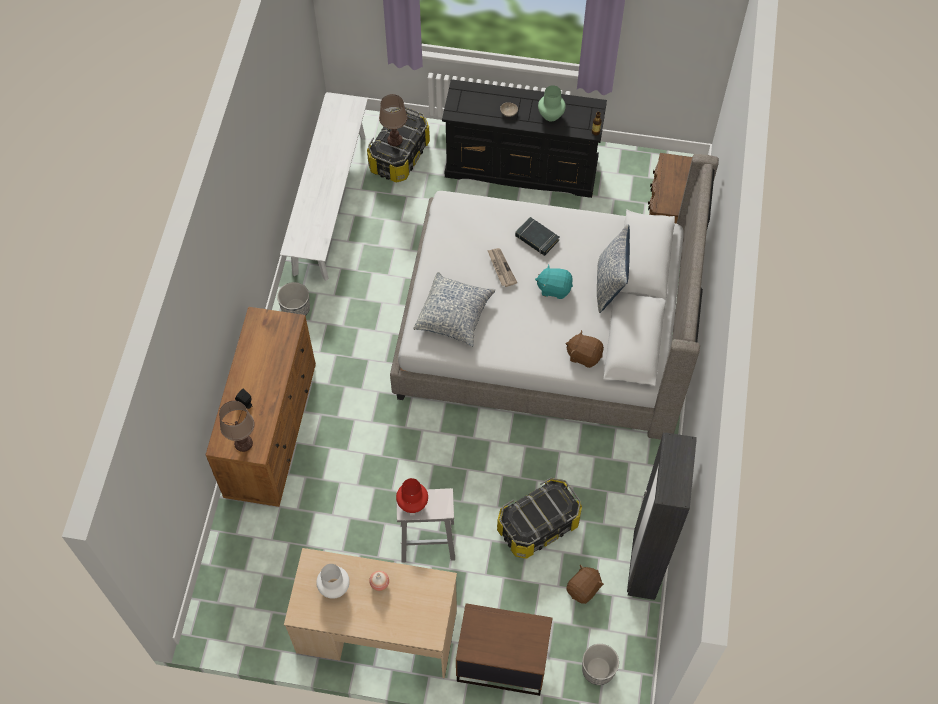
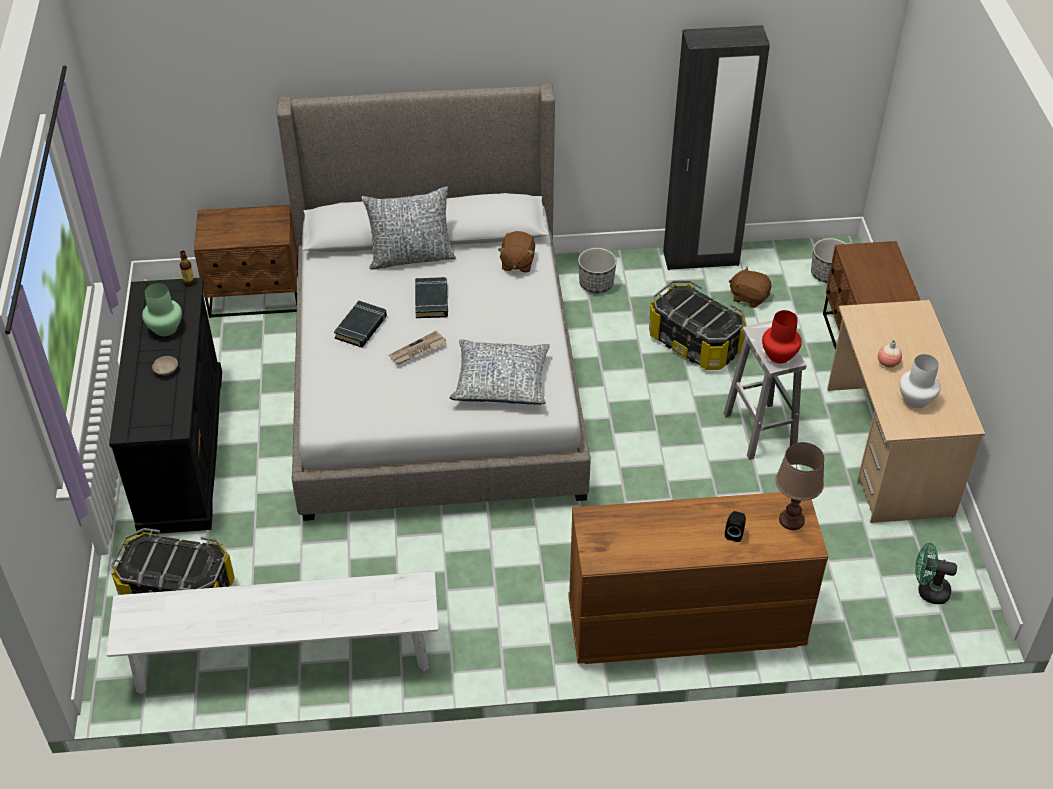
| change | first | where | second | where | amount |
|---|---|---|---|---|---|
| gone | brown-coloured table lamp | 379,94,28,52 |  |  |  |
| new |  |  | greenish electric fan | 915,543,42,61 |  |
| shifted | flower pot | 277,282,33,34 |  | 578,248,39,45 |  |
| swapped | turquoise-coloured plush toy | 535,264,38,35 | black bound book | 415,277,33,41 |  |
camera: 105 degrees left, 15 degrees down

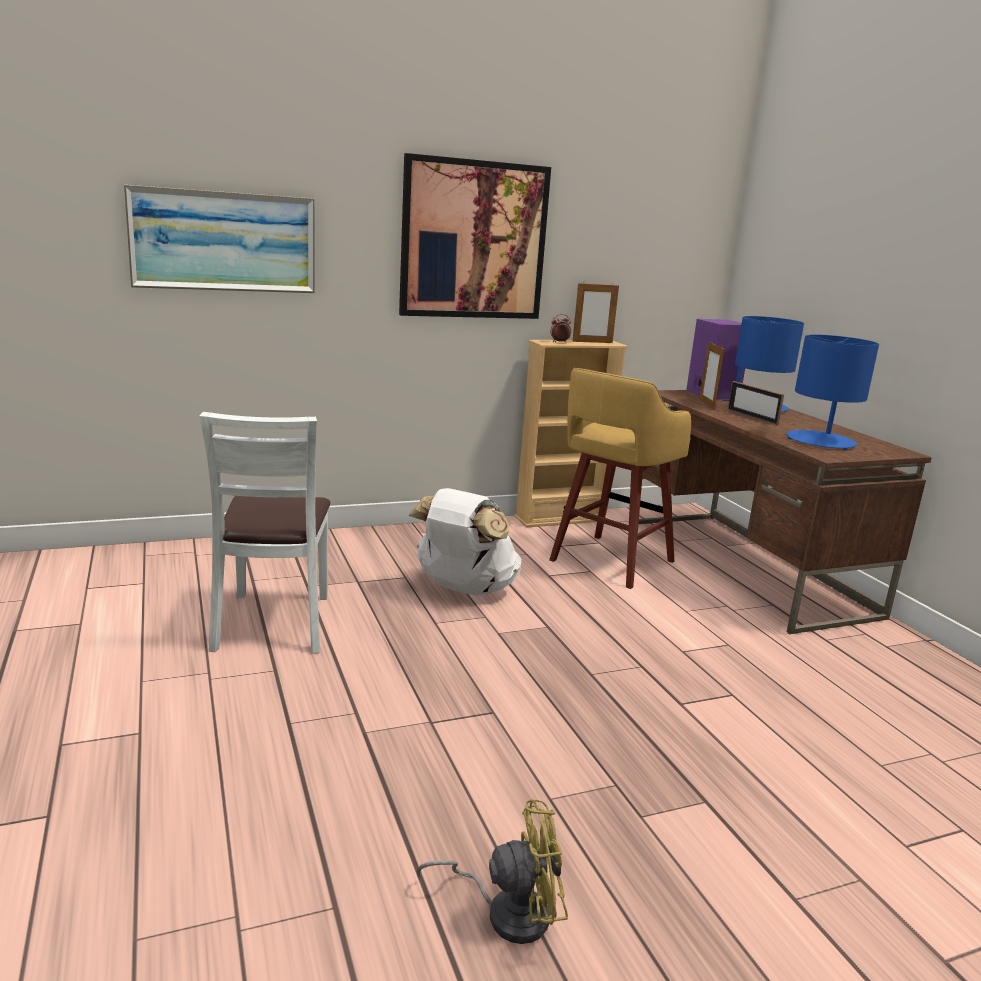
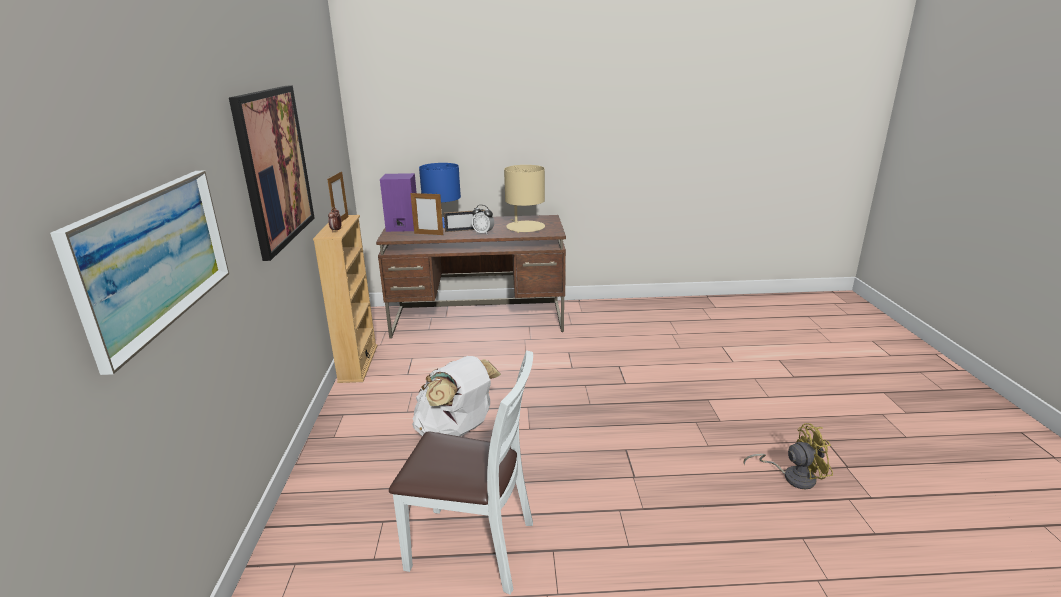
| change | first | where | second | where | amount |
|---|---|---|---|---|---|
| gone | yellow stool seat | 549,368,142,221 |  |  |  |
| new |  |  | bedside clock | 472,205,22,29 |  |
| repainted | blue-coloured table lamp | 786,334,93,116 | beige table lamp | 504,165,41,68 |  |
| rotated | yellow electric fan | 416,799,152,145 |  | 744,423,89,66 | 75 degrees clockwise |
camera: 70 degrees left, 5 degrees up

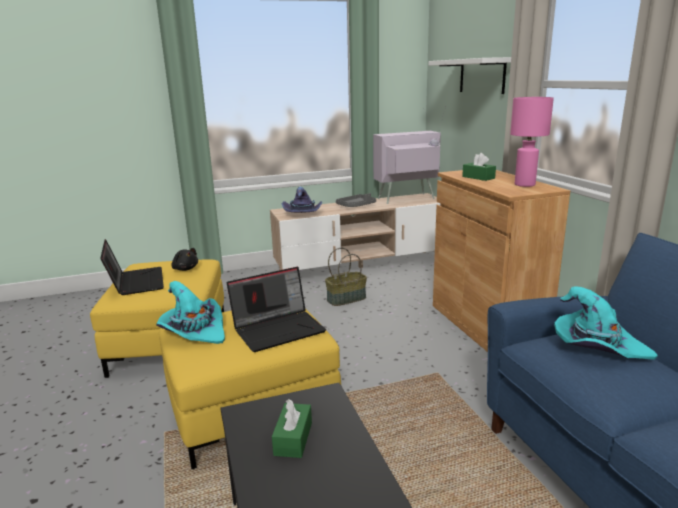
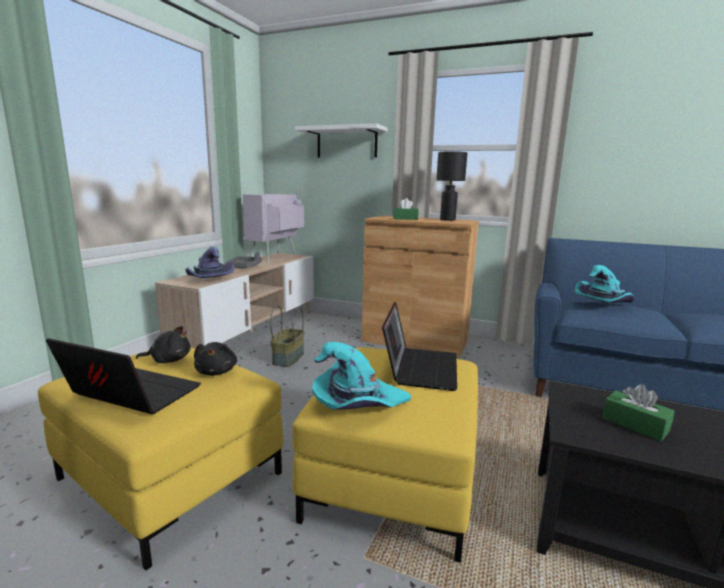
| change | first | where | second | where | amount |
|---|---|---|---|---|---|
| new |  |  | black plush toy | 194,342,43,34 |  |
| repainted | pinkish table lamp | 510,97,44,90 | black table lamp | 436,151,31,70 |  |
camera: 50 degrees left, 5 degrees down

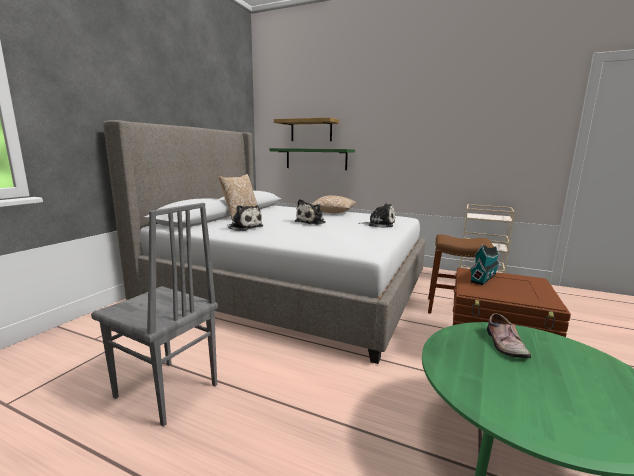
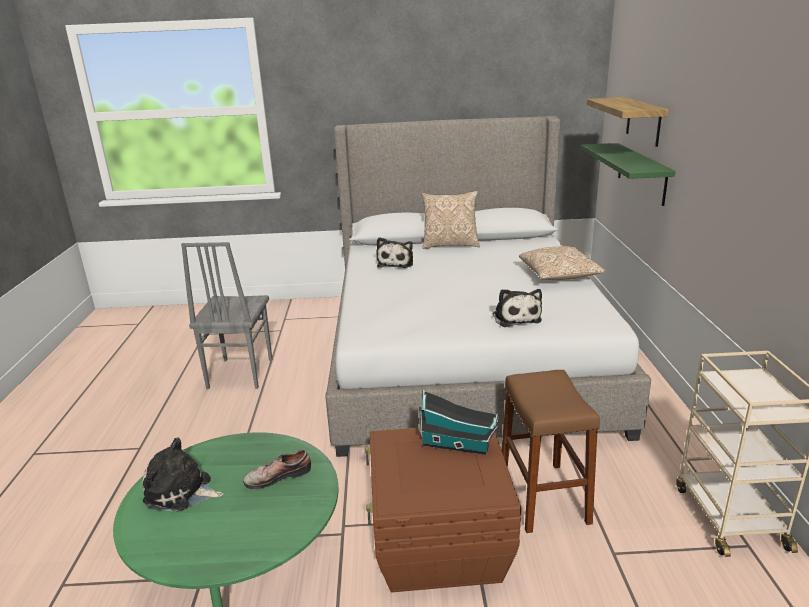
| change | first | where | second | where | amount |
|---|---|---|---|---|---|
| shifted | plush toy | 294,199,32,26 |  | 142,438,82,74 |  |
camera: 65 degrees right, 10 degrees up

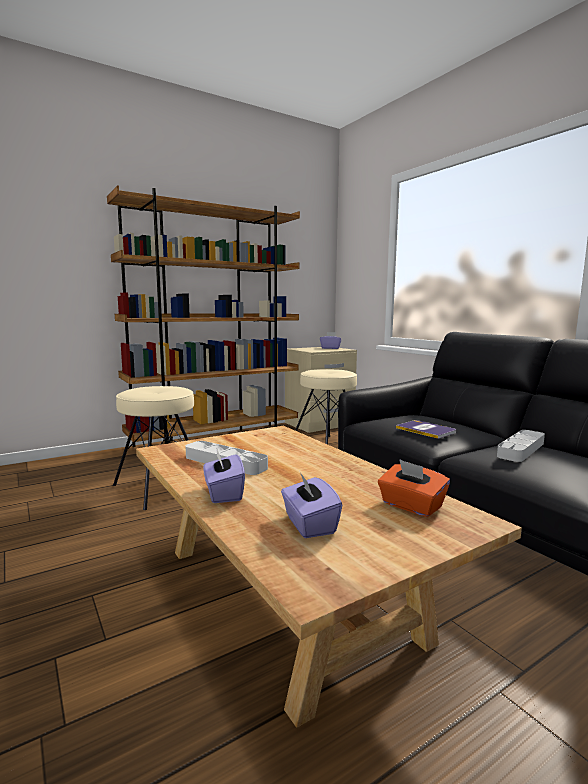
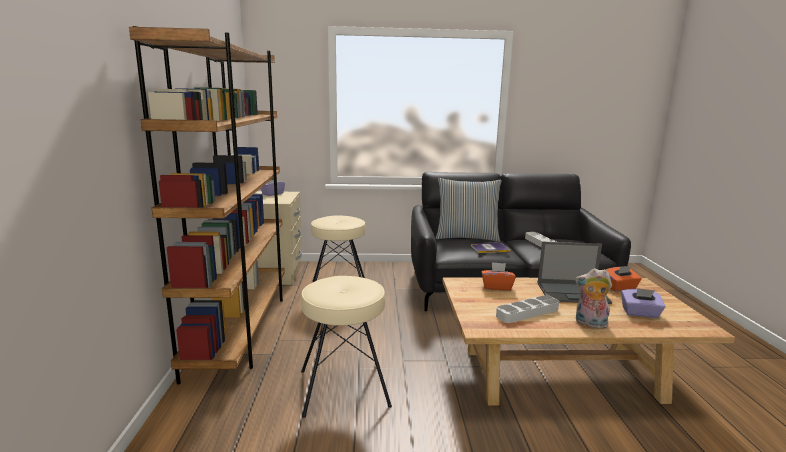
| change | first | where | second | where | amount |
|---|---|---|---|---|---|
| new |  |  | cushion | 436,178,66,64 |  |
| new |  |  | orangey tissue box | 482,262,34,29 |  |
| new |  |  | portable computer | 537,242,75,62 |  |
| swapped | purplish tissue box | 203,449,42,54 | plush toy | 575,268,37,61 |  |
camera: 60 degrees left, 5 degrees up

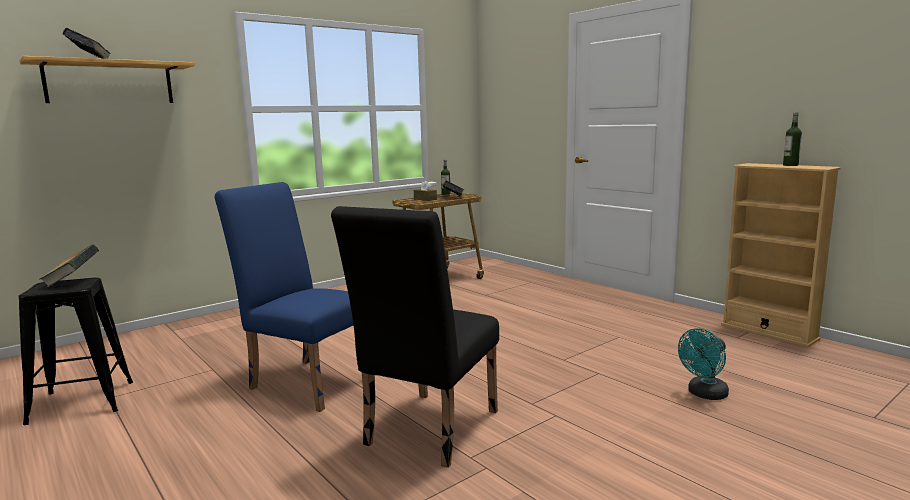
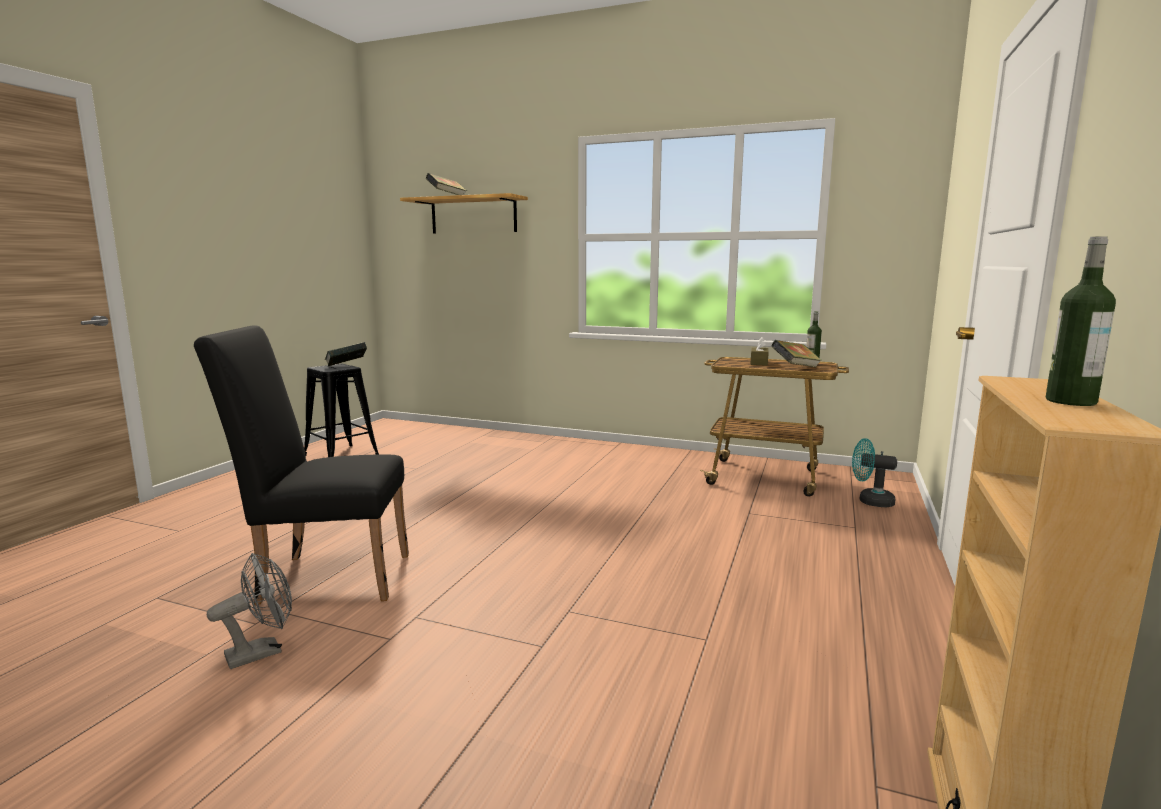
| change | first | where | second | where | amount |
|---|---|---|---|---|---|
| gone | blue-coloured upright chair | 215,182,160,230 |  |  |  |
| new |  |  | gray electric fan | 207,553,85,116 |  |
| shifted | turquoise-coloured electric fan | 678,328,51,72 |  | 852,438,45,69 |  |
camera: 60 degrees right, 0 degrees up

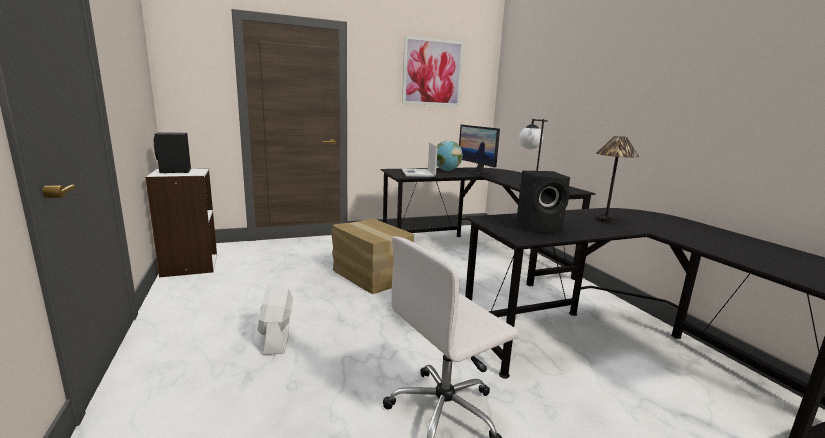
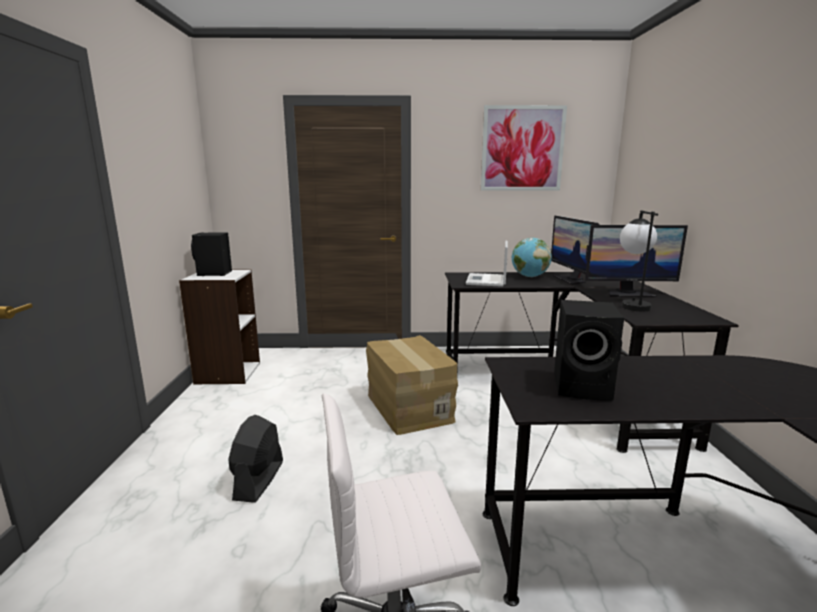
| change | first | where | second | where | amount |
|---|---|---|---|---|---|
| gone | table lamp | 596,136,43,87 |  |  |  |
| new |  |  | monitor | 585,225,103,72 |  |
| repainted | white-coloured electric fan | 257,282,36,73 | black electric fan | 228,415,55,88 |  |
camera: 20 degrees right, 0 degrees up

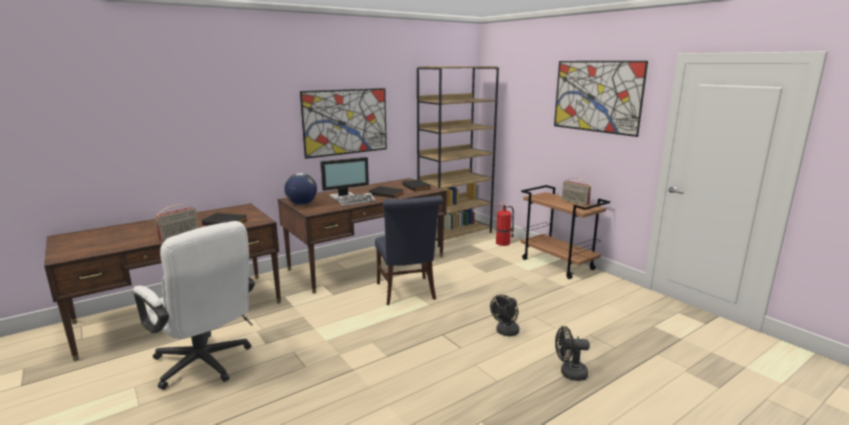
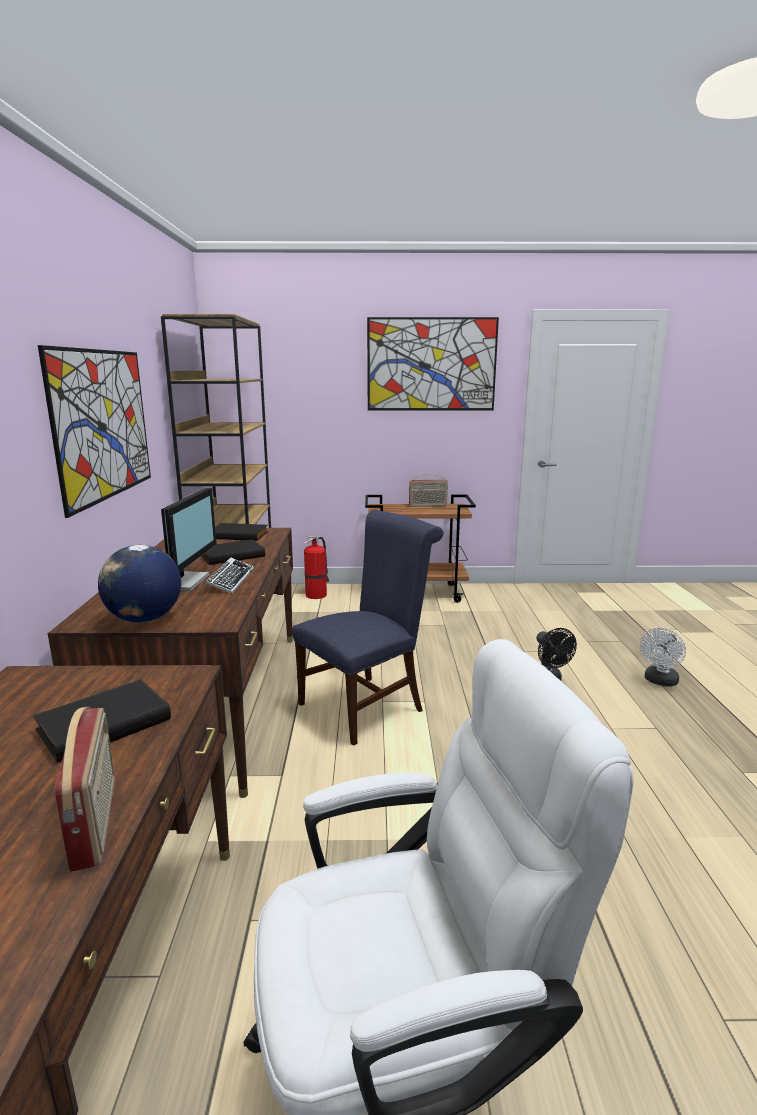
| change | first | where | second | where | amount |
|---|---|---|---|---|---|
| repainted | black electric fan | 555,326,35,55 | white-coloured electric fan | 640,627,46,60 |  |
| rotated | blue-coloured upright chair | 375,196,68,109 |  | 292,510,151,236 | 60 degrees counterclockwise |
camera: 55 degrees left, 0 degrees up

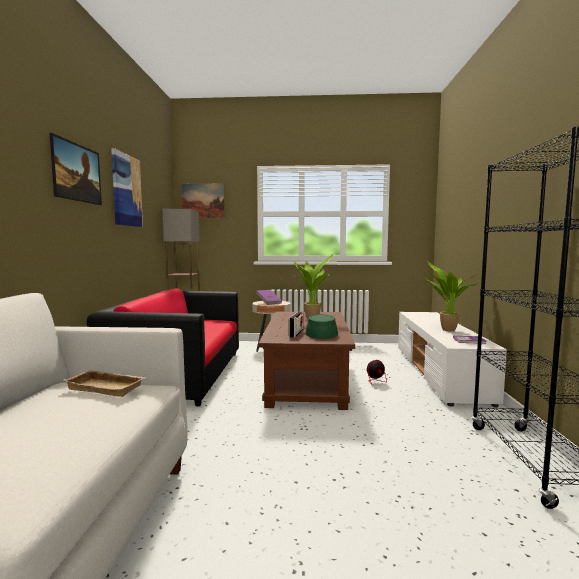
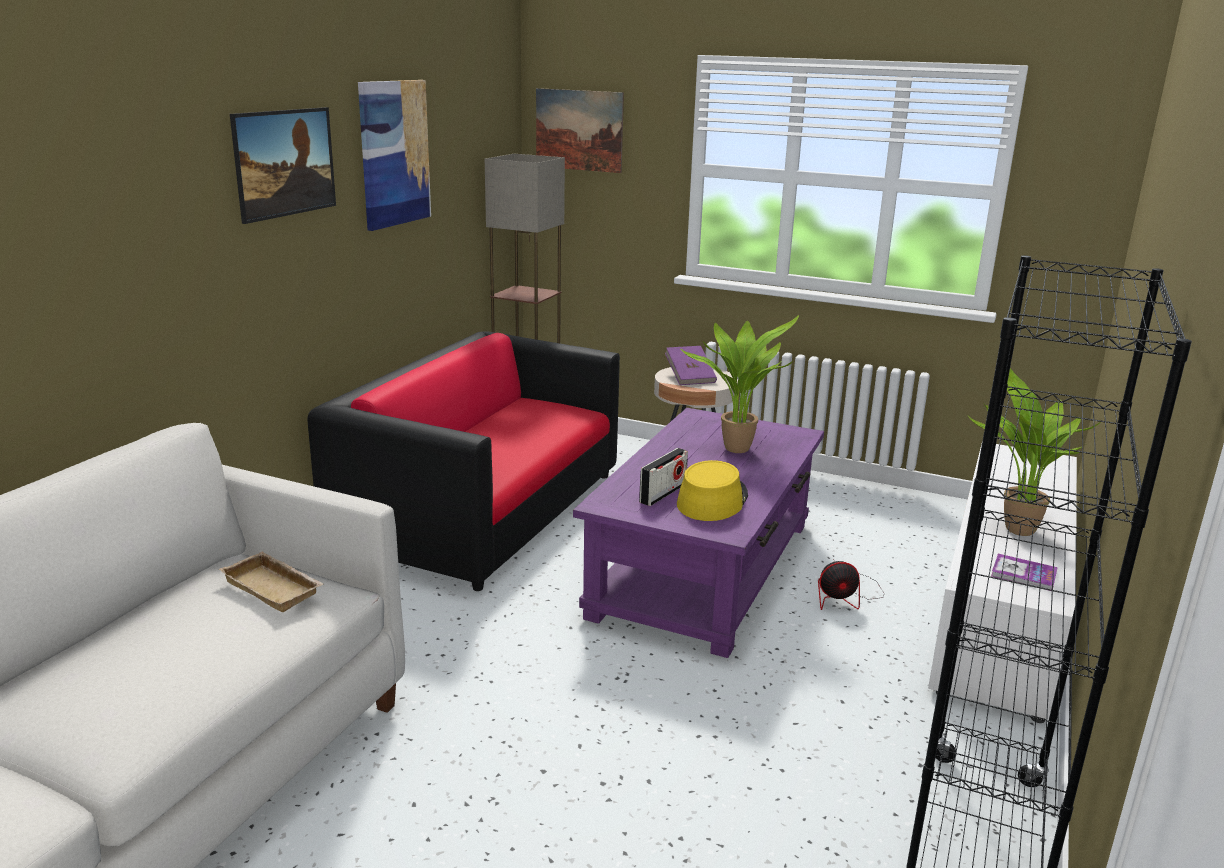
| change | first | where | second | where | amount |
|---|---|---|---|---|---|
| repainted | brown-coloured lounge table | 258,311,97,99 | purplish lounge table | 573,408,251,250 |  |
| repainted | greenish hat | 305,314,33,25 | yellow hat | 677,460,71,61 |  |
camera: 20 degrees right, 15 degrees up

